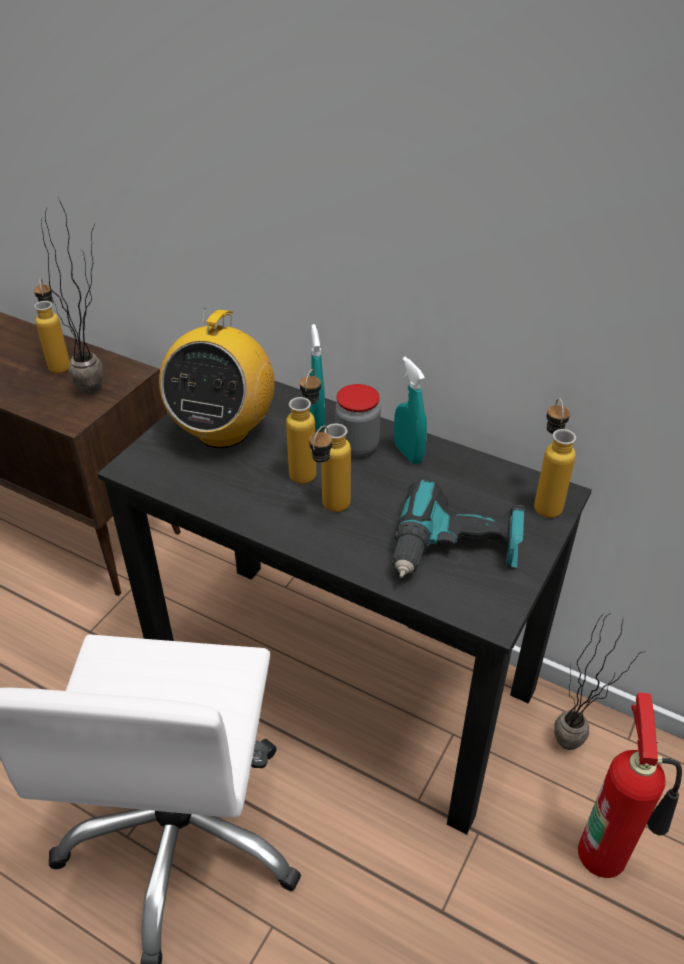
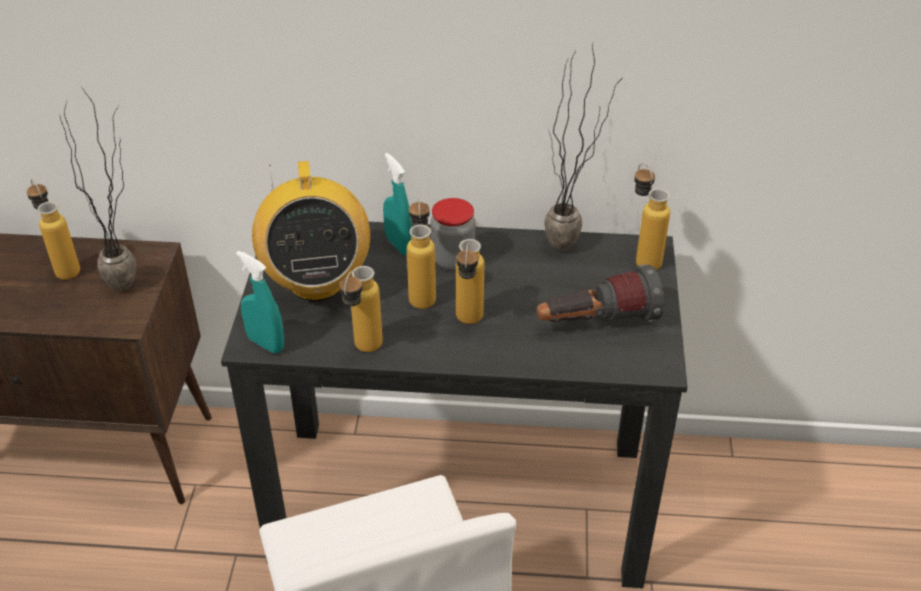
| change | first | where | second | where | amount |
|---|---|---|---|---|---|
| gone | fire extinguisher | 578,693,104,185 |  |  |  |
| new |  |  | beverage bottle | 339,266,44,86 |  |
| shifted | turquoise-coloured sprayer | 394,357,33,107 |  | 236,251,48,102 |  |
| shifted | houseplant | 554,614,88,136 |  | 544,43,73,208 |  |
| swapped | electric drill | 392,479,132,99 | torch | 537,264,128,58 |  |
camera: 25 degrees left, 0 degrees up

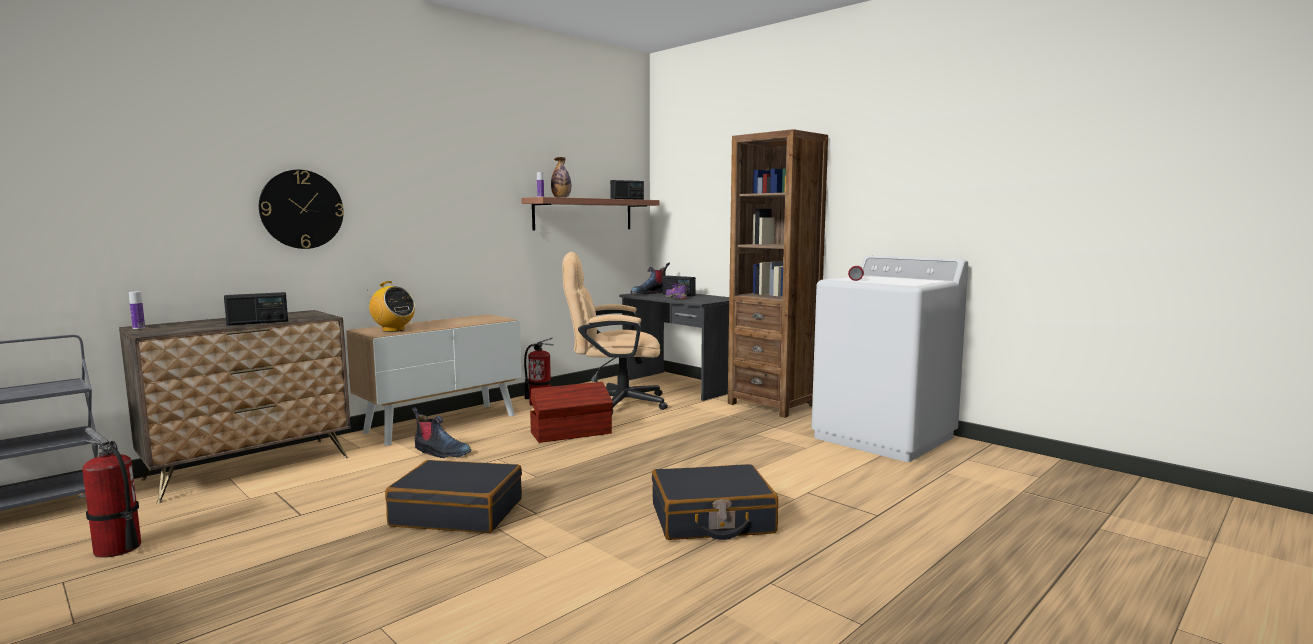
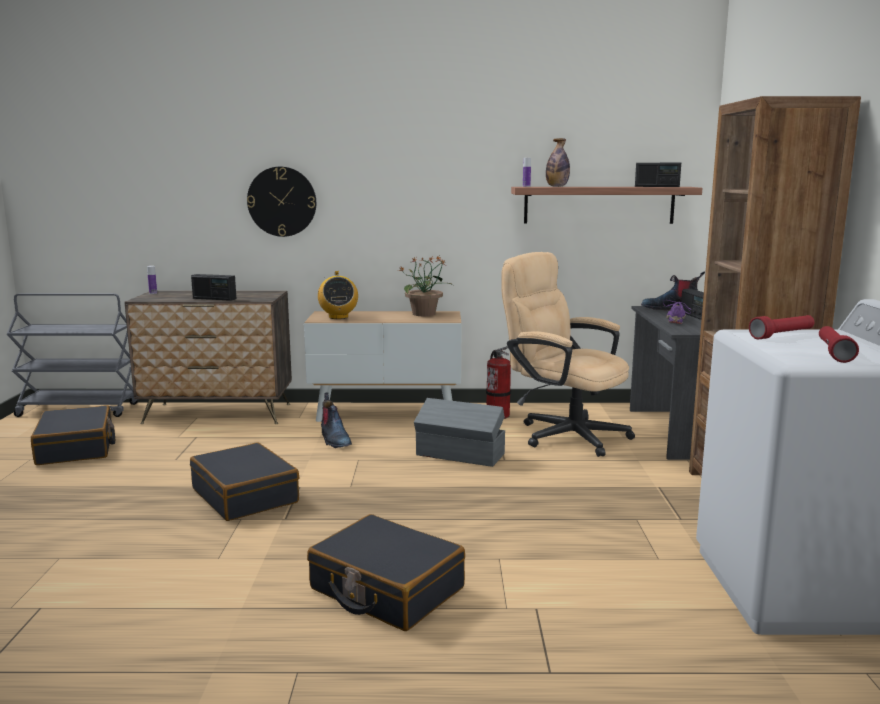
| change | first | where | second | where | amount |
|---|---|---|---|---|---|
| new |  |  | houseplant | 399,257,54,59 |  |
| new |  |  | red-coloured torch | 819,326,40,37 |  |
| swapped | fire extinguisher | 82,427,59,131 | black suitcase | 31,405,84,60 |  |
| repainted | brown-coloured storage bin | 530,382,83,61 | gray storage bin | 414,398,91,69 |  |
camera: 45 degrees right, 5 degrees up

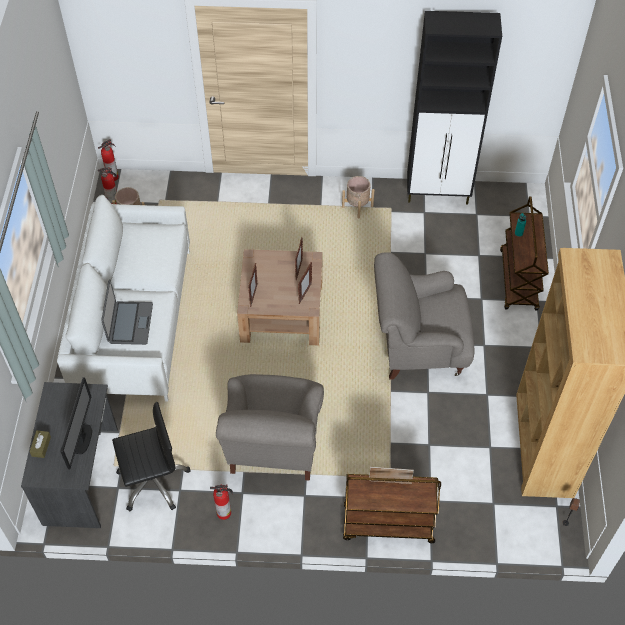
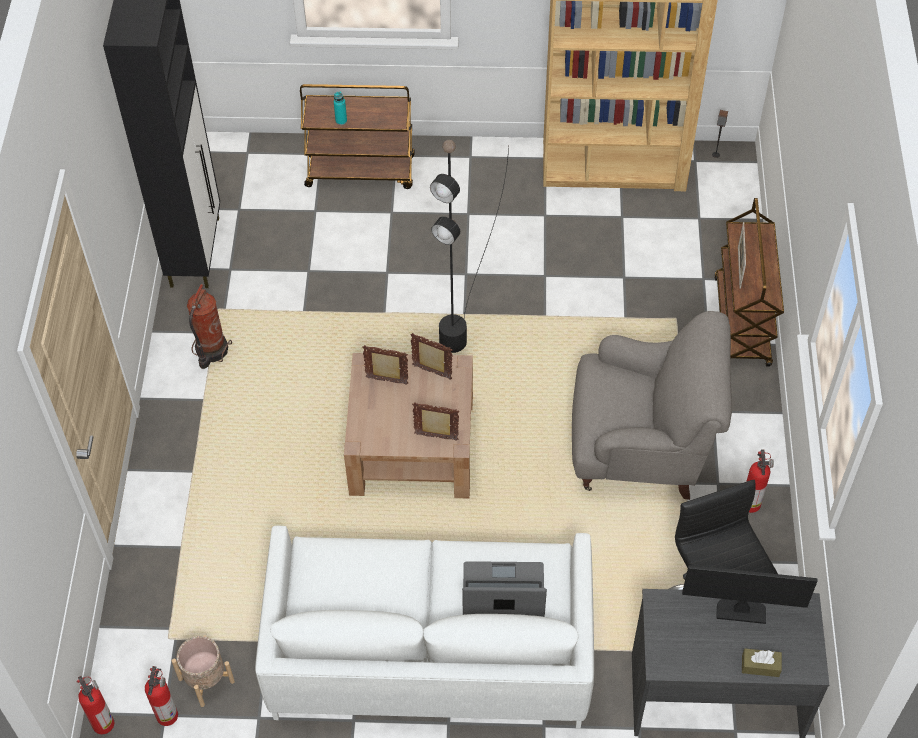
| change | first | where | second | where | amount |
|---|---|---|---|---|---|
| swapped | beige flower pot | 342,176,32,43 | fire extinguisher | 187,284,45,85 |  |
| swapped | gray armchair | 374,252,100,128 | black standing lamp | 430,140,79,213 |  |
camera: 90 degrees left, 0 degrees up

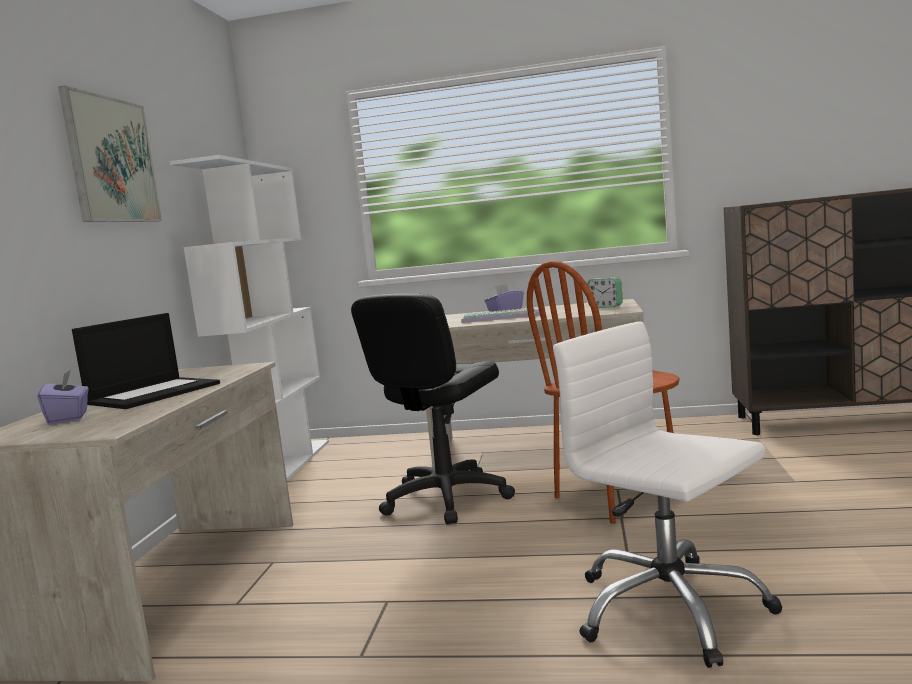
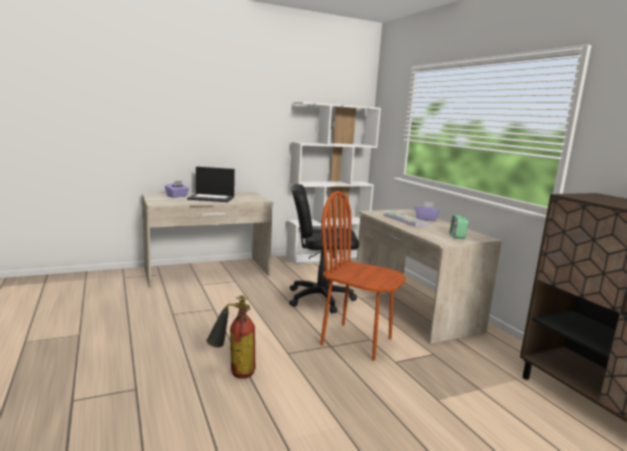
| change | first | where | second | where | amount |
|---|---|---|---|---|---|
| gone | picture | 58,85,104,137 |  |  |  |
| swapped | white-coloured computer chair | 553,322,230,346 | fire extinguisher | 206,295,50,84 |  |
camera: 55 degrees right, 5 degrees up

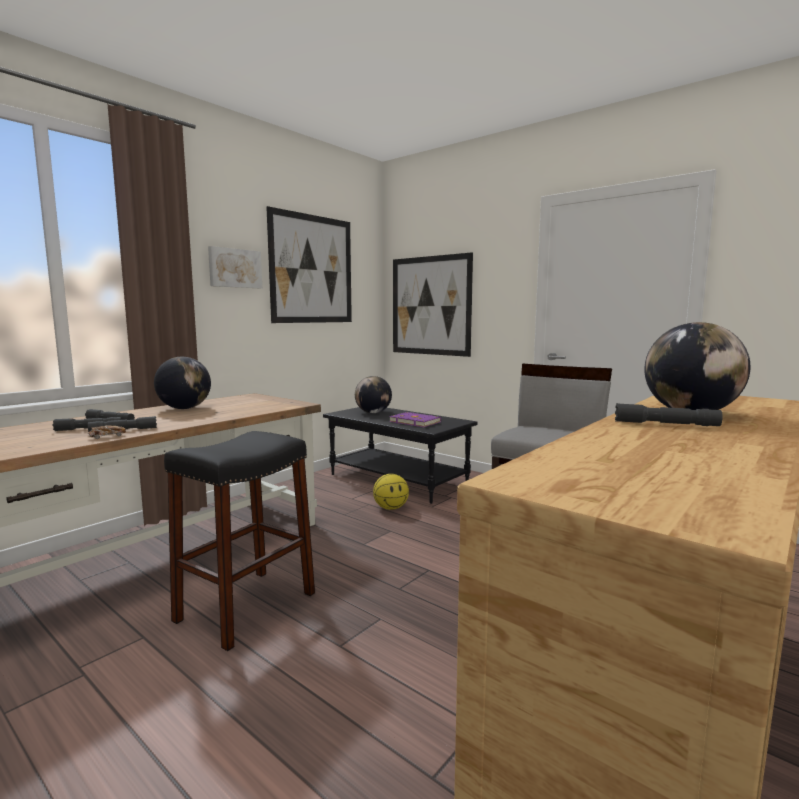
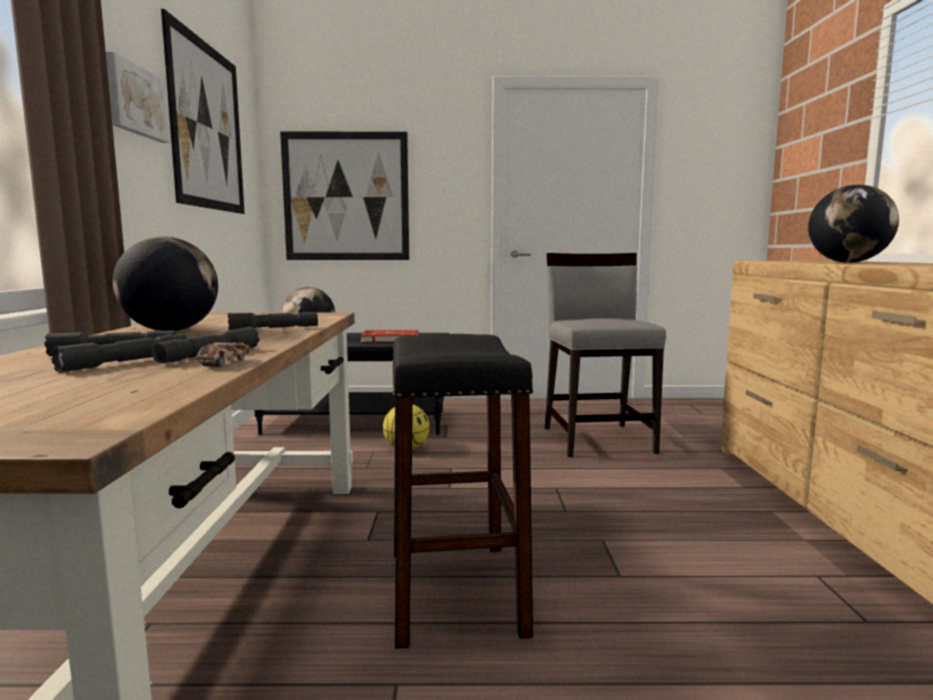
| change | first | where | second | where | amount |
|---|---|---|---|---|---|
| shifted | gray torch | 615,403,108,23 |  | 228,312,90,18 |  |
| repainted | purplish bound book | 389,412,52,15 | red-coloured bound book | 360,330,59,13 |  |
camera: 40 degrees left, 0 degrees up

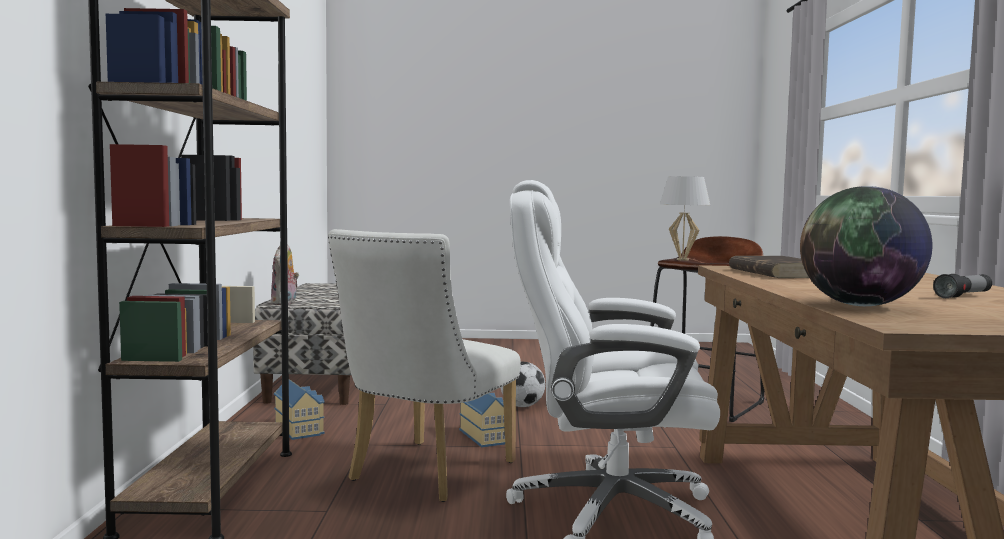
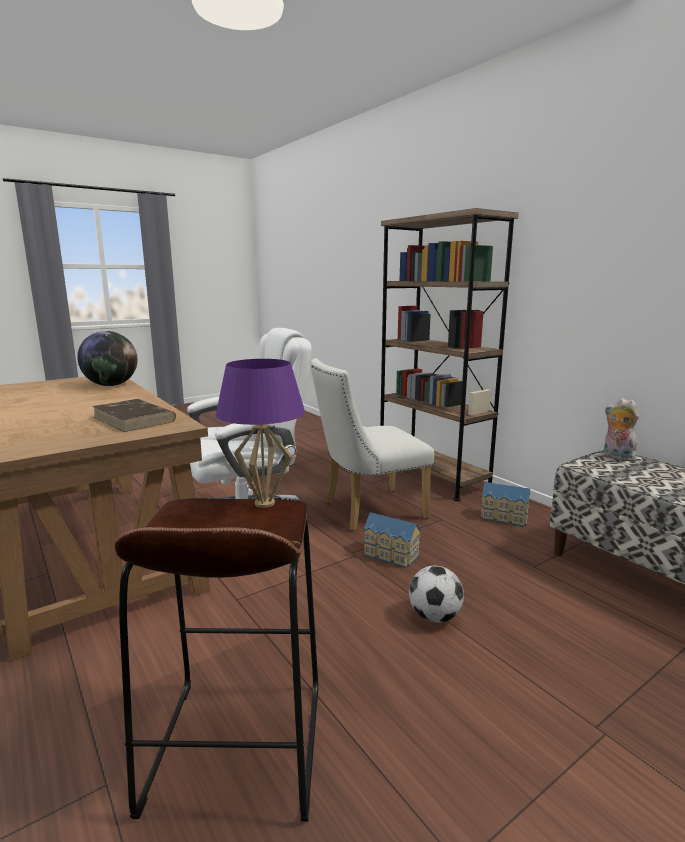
| change | first | where | second | where | amount |
|---|---|---|---|---|---|
| gone | torch | 933,274,59,24 |  |  |  |
| repainted | white-coloured table lamp | 660,176,50,85 | purplish table lamp | 216,359,89,149 |  |
| rotated | white-coloured upright chair | 328,229,193,273 |  | 311,358,123,173 | 105 degrees counterclockwise |
camera: 145 degrees right, 10 degrees up

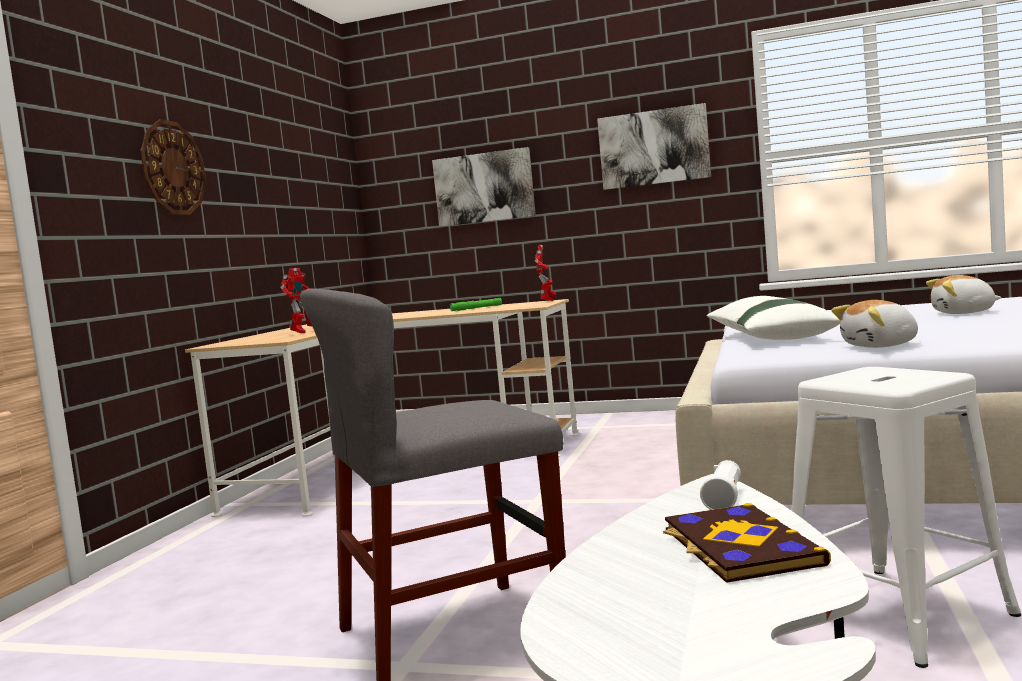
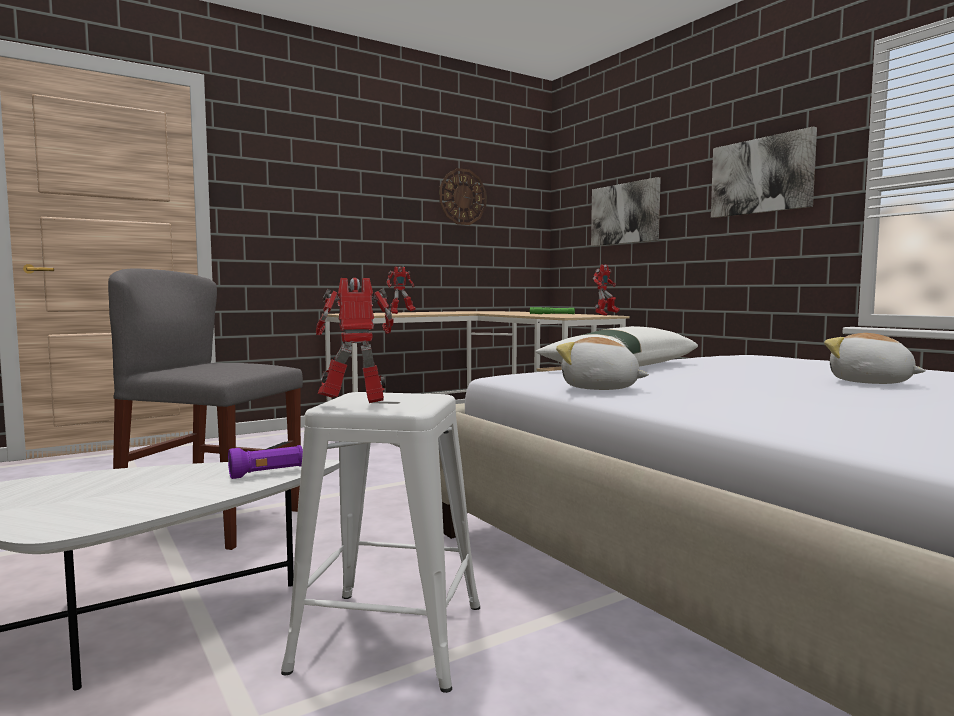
| change | first | where | second | where | amount |
|---|---|---|---|---|---|
| gone | bound book | 663,503,168,80 |  |  |  |
| new |  |  | robot figure | 316,278,78,125 |  |
| shifted | hanging clock | 140,119,66,96 |  | 439,168,47,57 |  |
| repainted | white-coloured torch | 700,460,41,50 | purplish torch | 228,445,75,34 |  |
camera: 40 degrees right, 0 degrees up

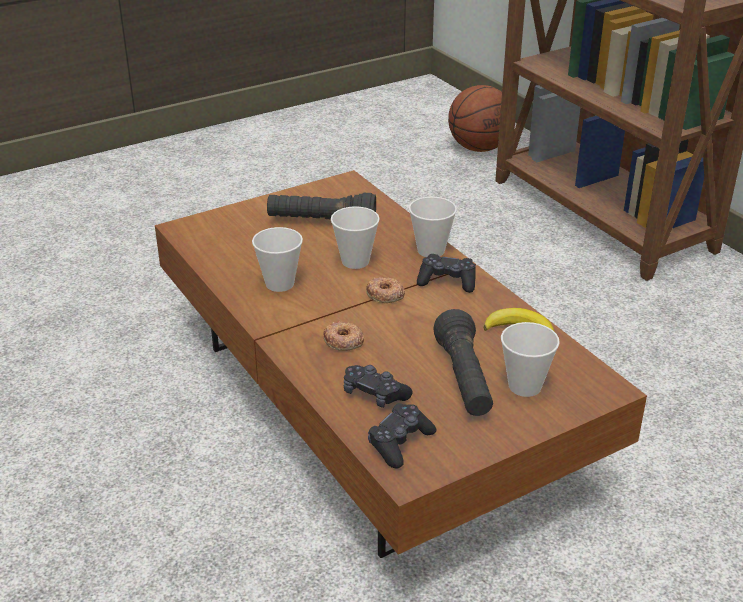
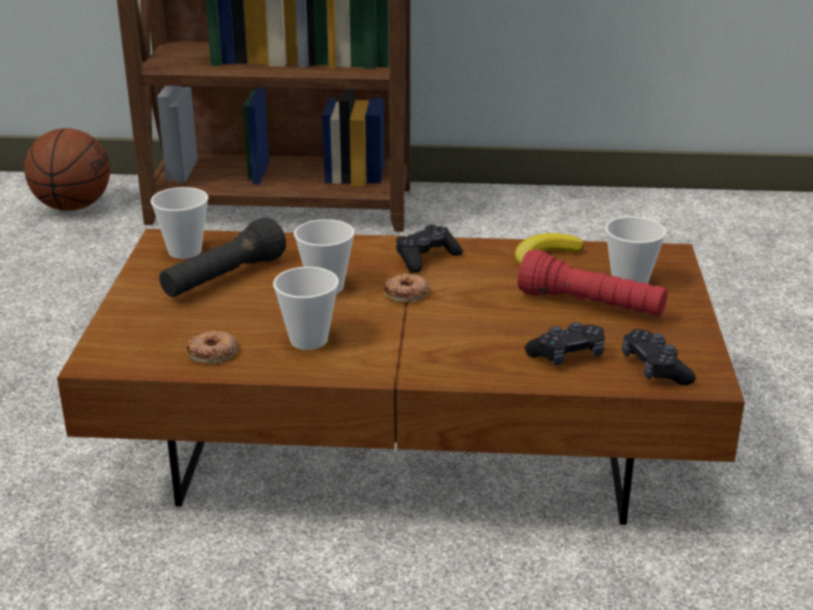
| change | first | where | second | where | amount |
|---|---|---|---|---|---|
| shifted | donut | 323,321,41,30 |  | 187,330,51,33 |  |
| shifted | small cup | 409,197,48,60 |  | 151,187,58,72 |  |
| repainted | black torch | 433,309,60,107 | red-coloured torch | 518,249,150,67 |  |
camera: 55 degrees left, 5 degrees down

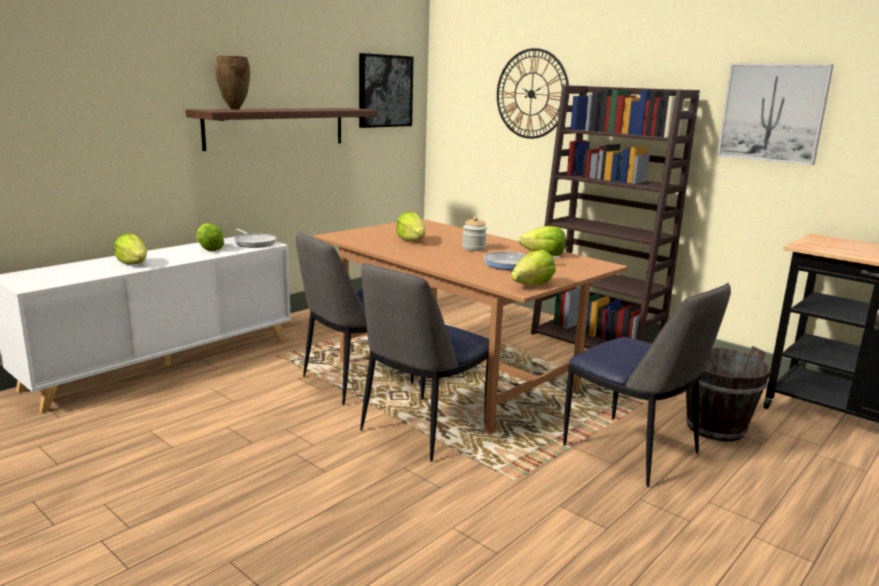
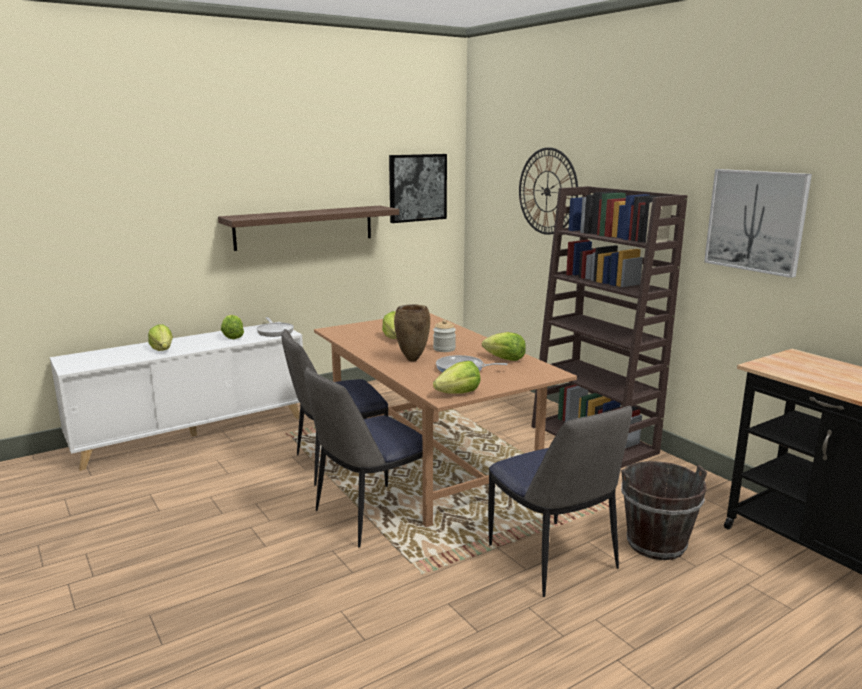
| change | first | where | second | where | amount |
|---|---|---|---|---|---|
| shifted | brown-coloured decorative vase | 215,56,35,53 |  | 394,304,36,57 |  |
camera: 15 degrees right, 0 degrees up

